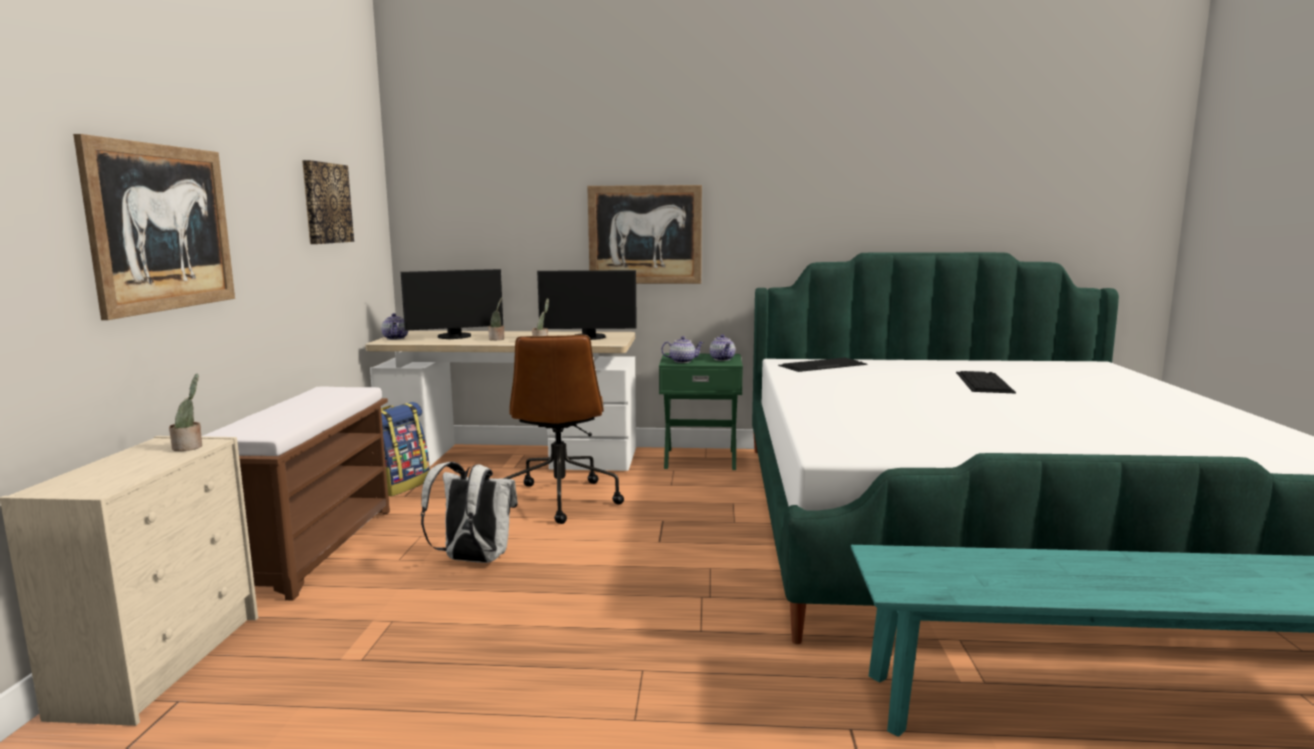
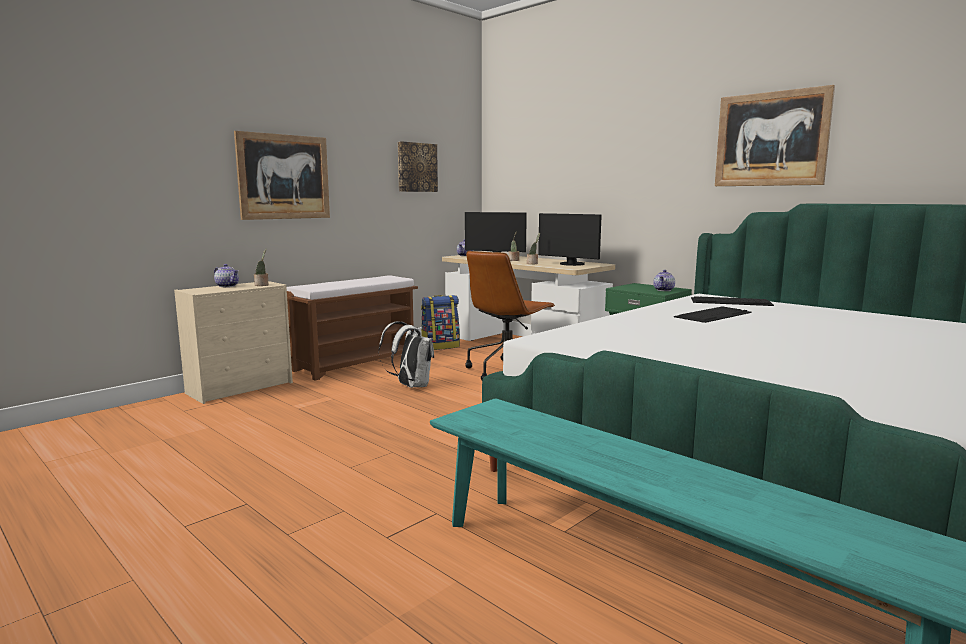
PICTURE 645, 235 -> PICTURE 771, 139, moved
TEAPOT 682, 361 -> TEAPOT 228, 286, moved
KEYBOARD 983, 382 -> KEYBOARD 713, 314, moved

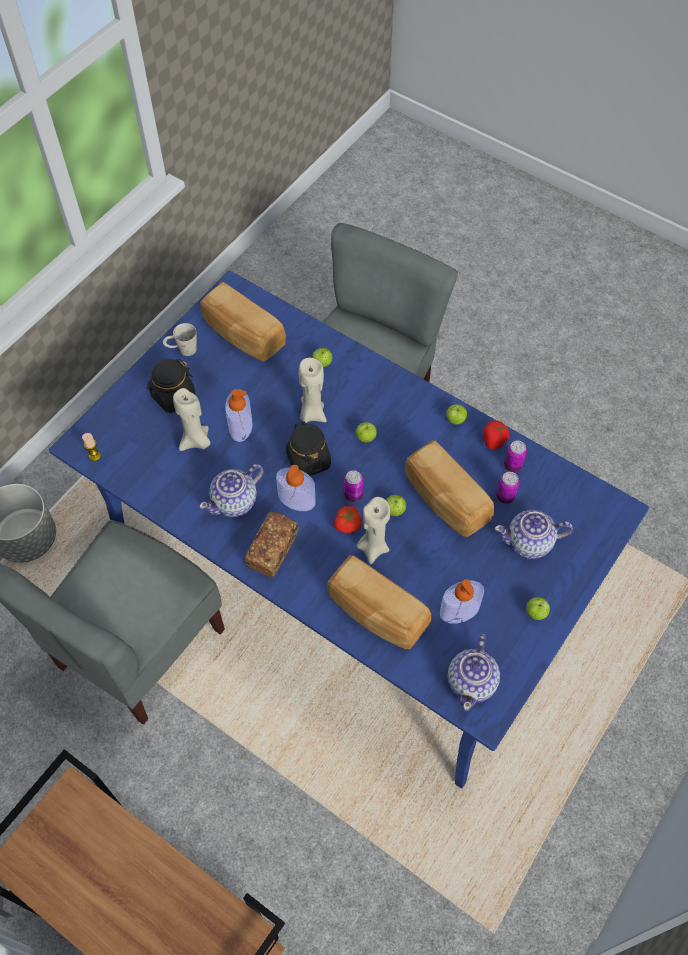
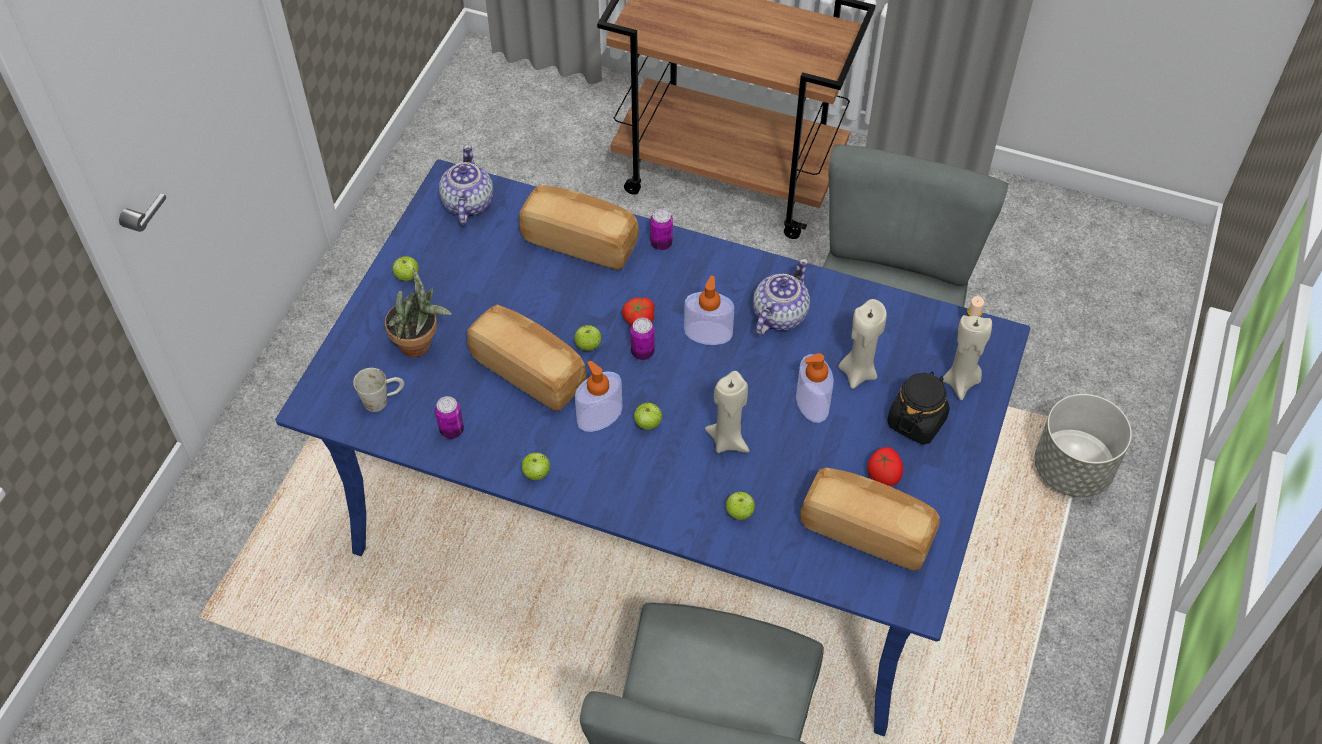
WHITE MUG 182, 350 -> WHITE MUG 383, 400, moved
BREAD 273, 550 -> none
BLACK JAR 308, 460 -> none
BEIGE CANDLE 373, 547 -> BEIGE CANDLE 961, 382, moved
SOAP DISPENSER 459, 610 -> SOAP DISPENSER 599, 416, moved
TOMATO 494, 441 -> TOMATO 883, 475, moved
TEAPOT 530, 543 -> POTTED PLANT 421, 345
CAN 505, 496 -> CAN 661, 243, moved

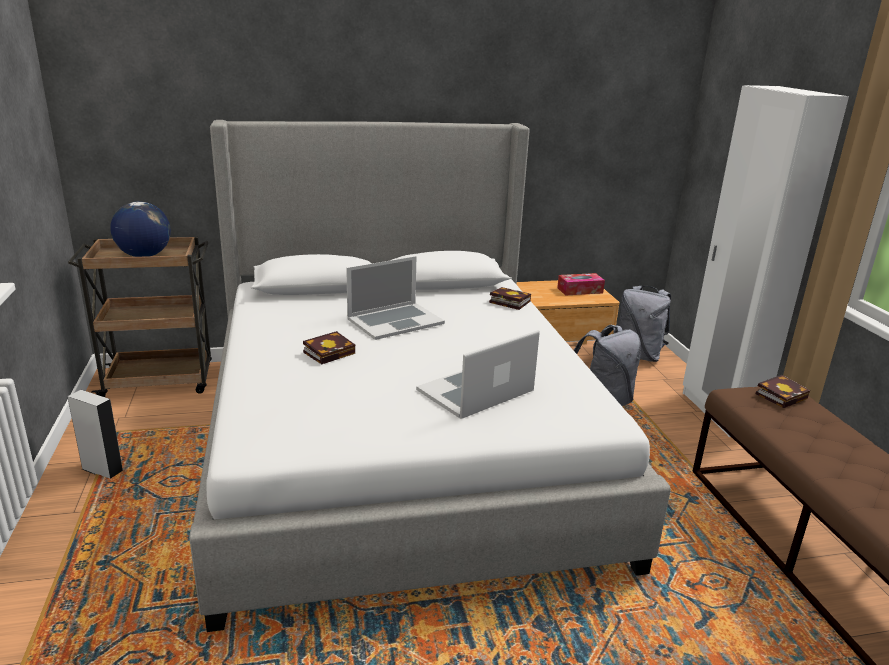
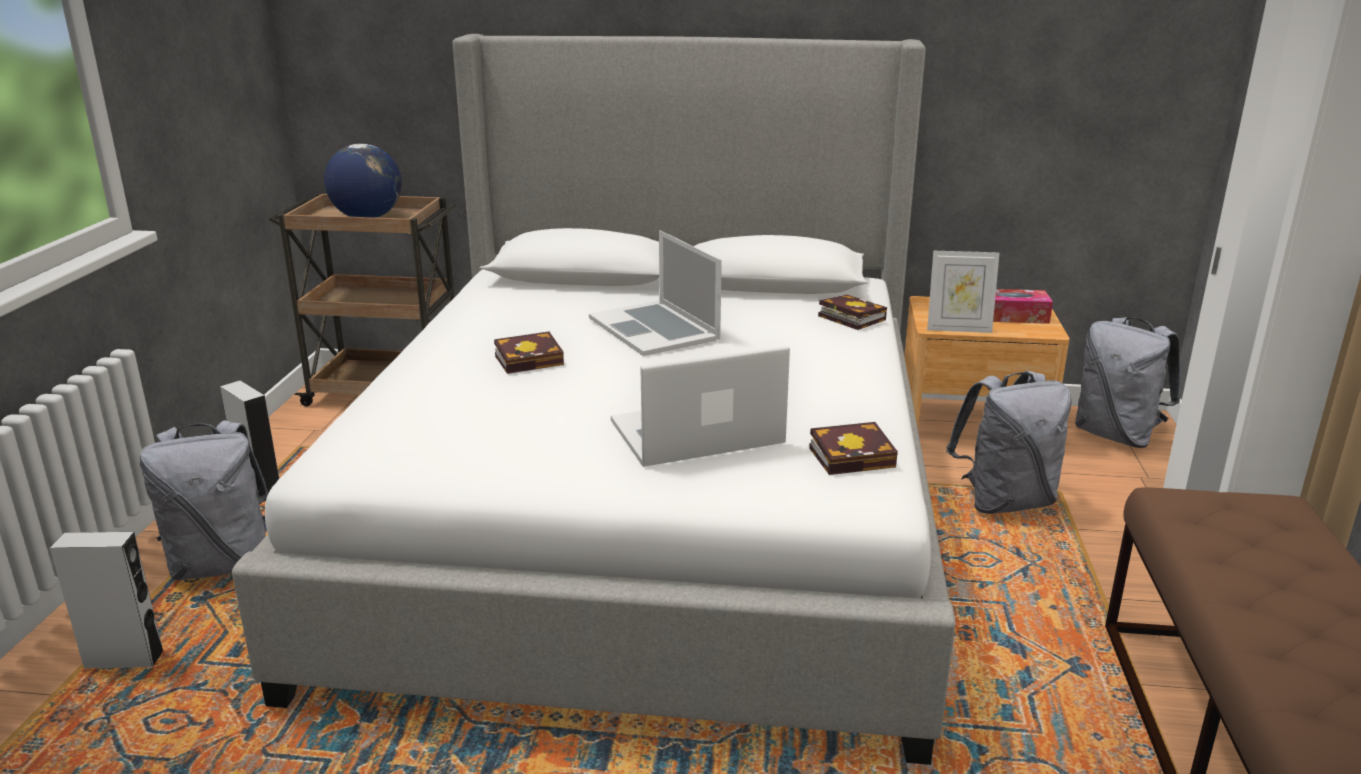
LAPTOP 395, 321 -> LAPTOP 654, 328, 75 degrees clockwise
BOOK 781, 395 -> BOOK 854, 456, moved
none -> GREY SPEAKER 124, 661
none -> GREY BACKPACK 223, 564
none -> PICTURE FRAME 958, 329

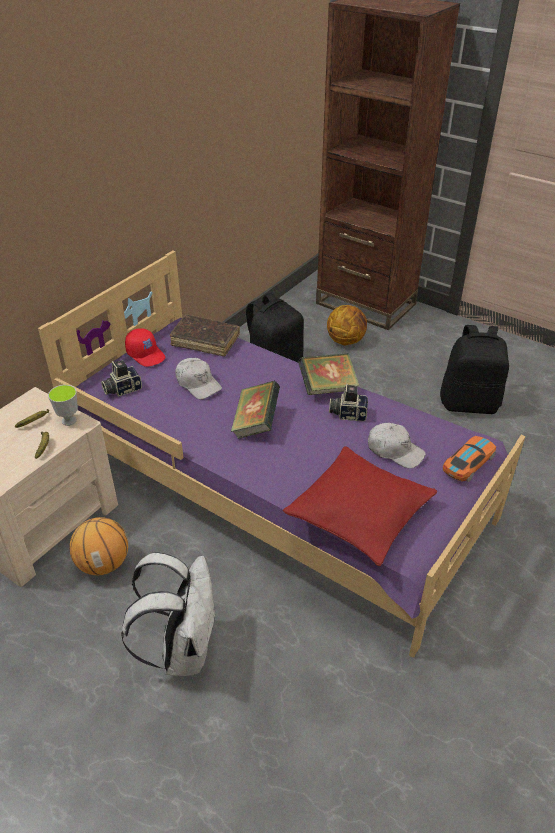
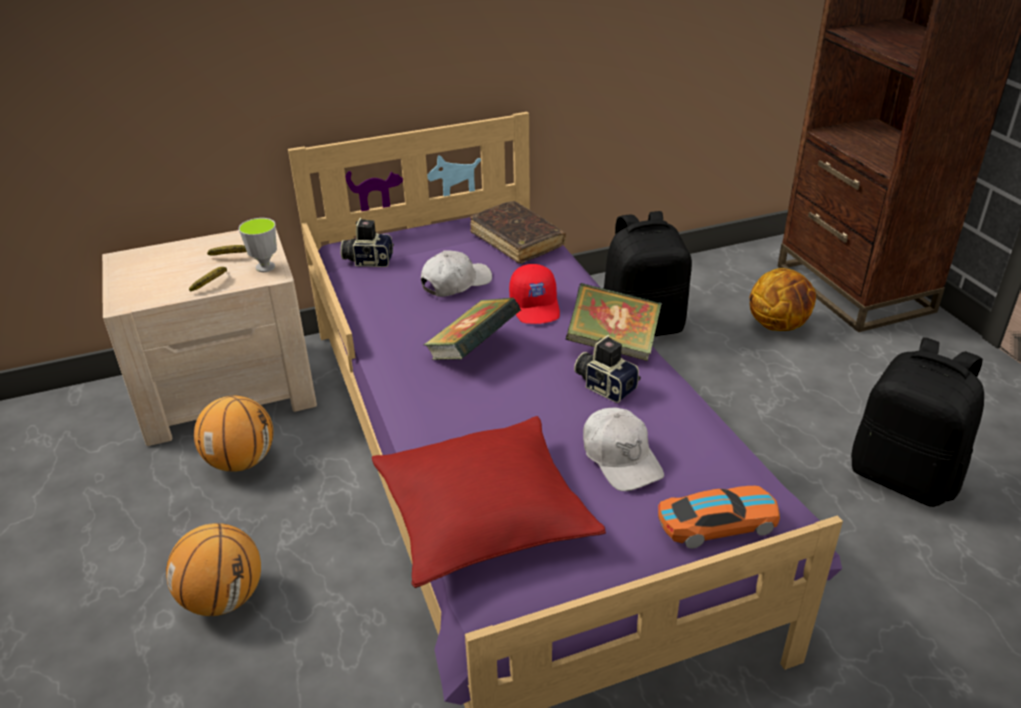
WHITE BACKPACK 183, 649 -> BASKETBALL 224, 598
RED CAP 146, 354 -> RED CAP 536, 306, moved
WHITE CAP 198, 384 -> WHITE CAP 455, 283, 120 degrees counterclockwise

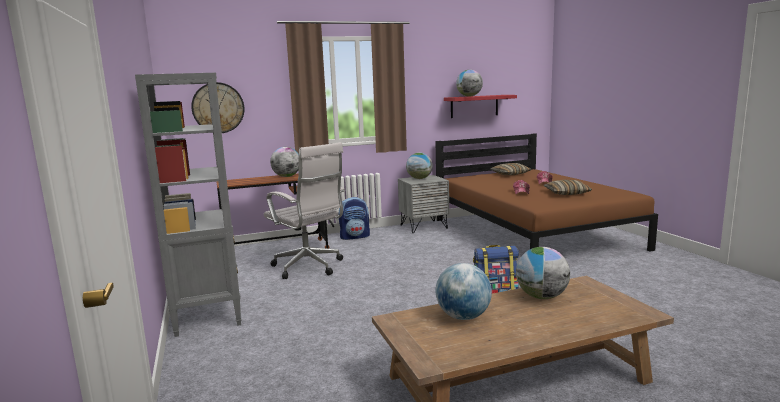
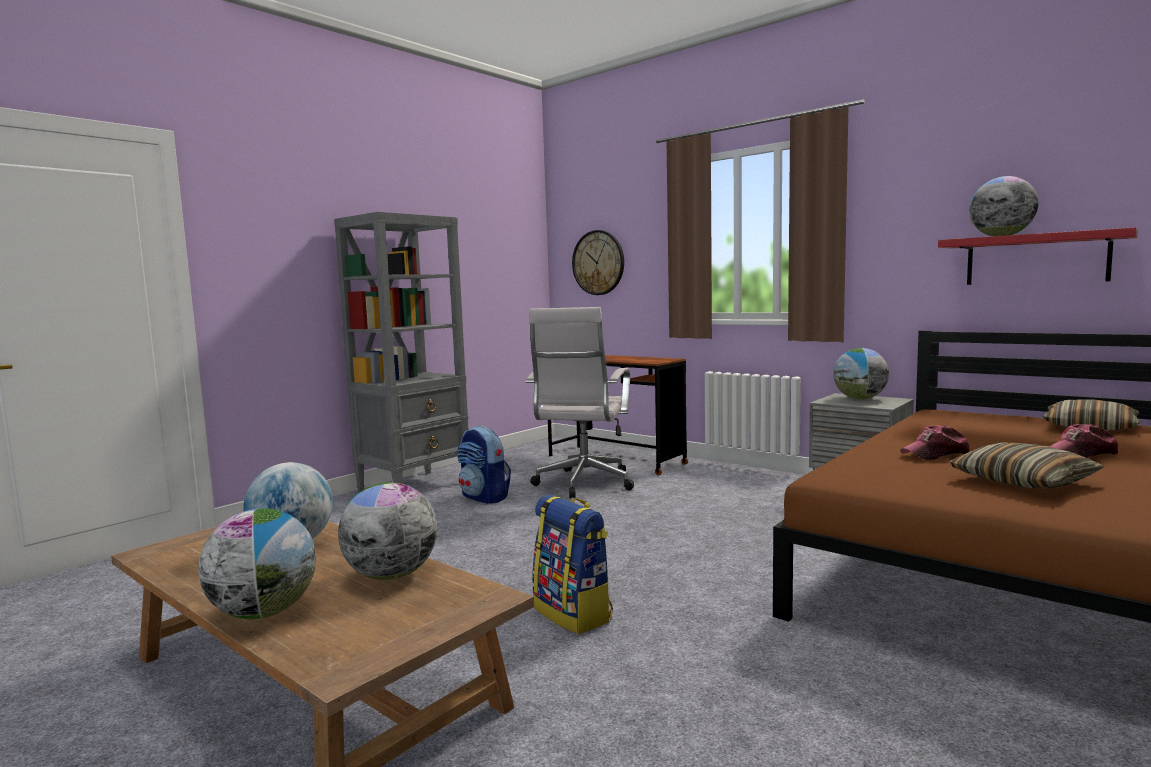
GLOBE 287, 176 -> GLOBE 264, 613, moved
BACKPACK 355, 237 -> BACKPACK 484, 497, moved

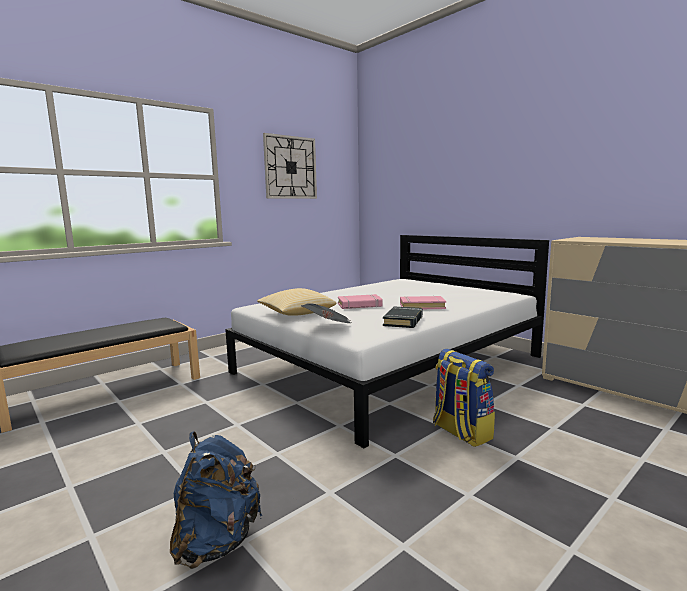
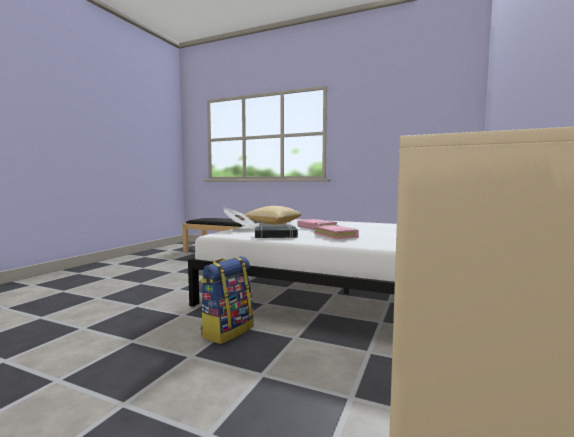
BLUE BACKPACK 217, 541 -> none
WALL CLOCK 290, 167 -> none

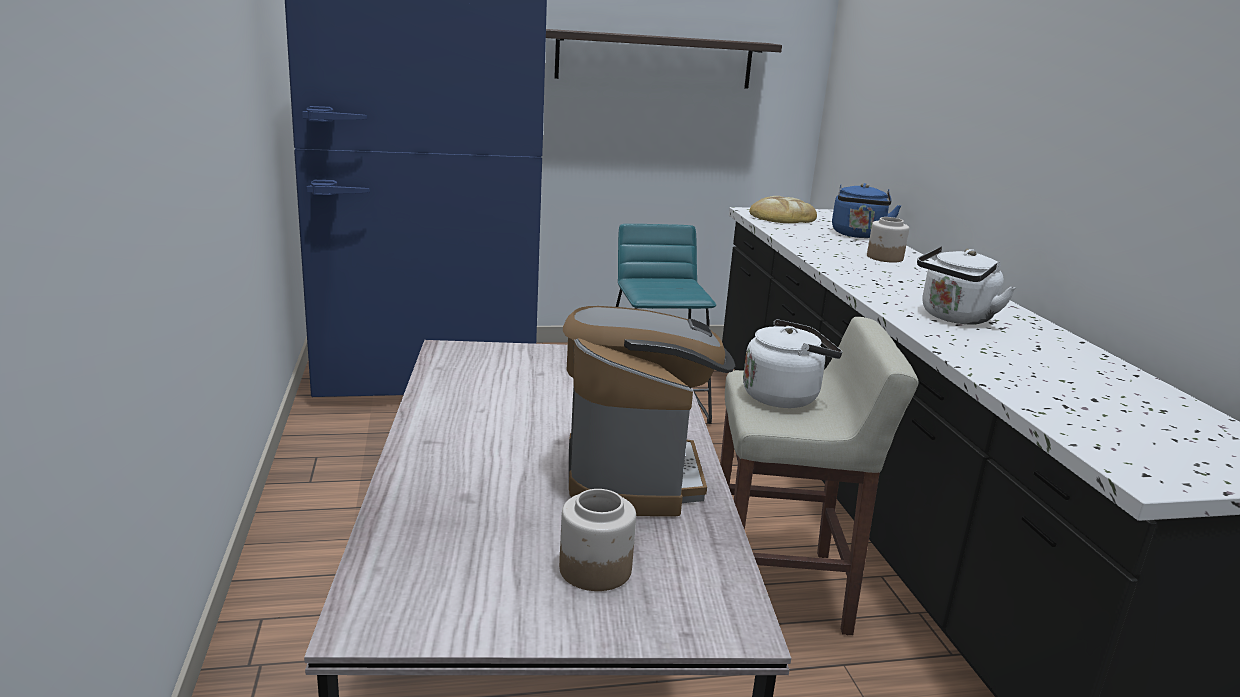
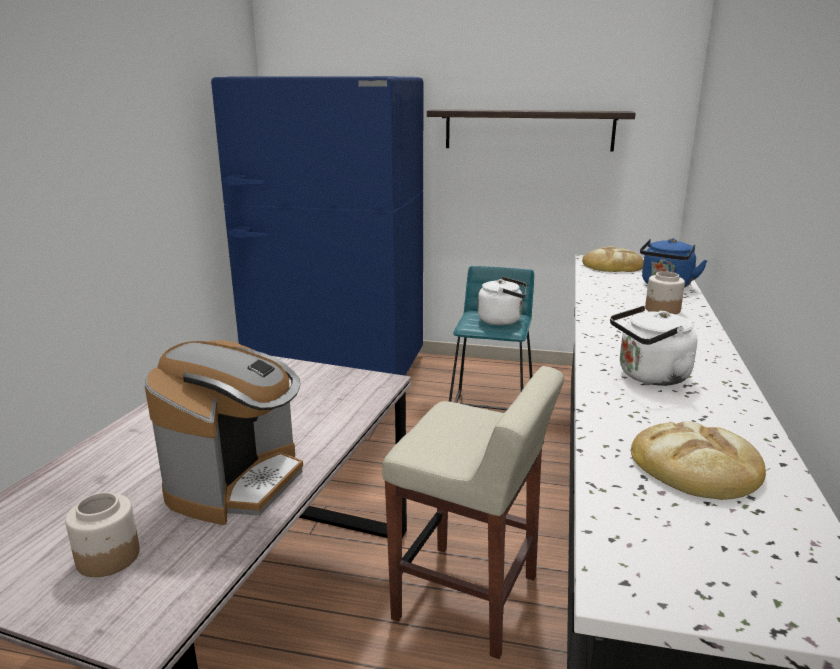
WHITE KETTLE 784, 396 -> WHITE KETTLE 502, 320, moved
none -> BREAD 696, 467

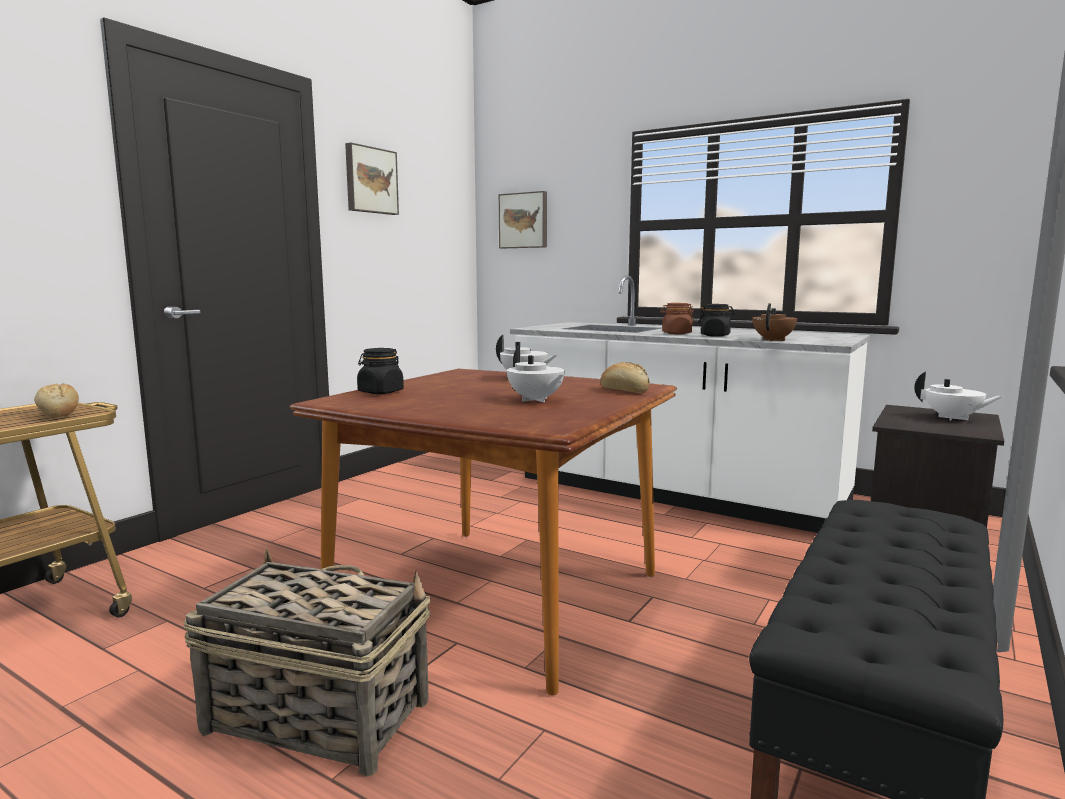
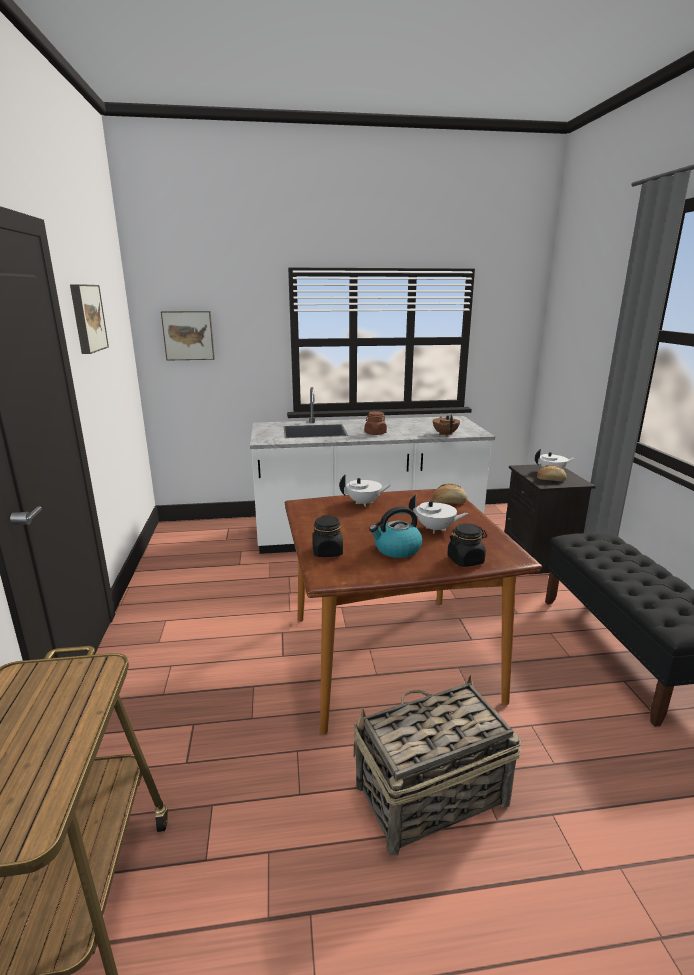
BREAD 58, 413 -> BREAD 551, 480, moved
BLACK JAR 715, 335 -> BLACK JAR 465, 560, moved
none -> KETTLE 396, 549

